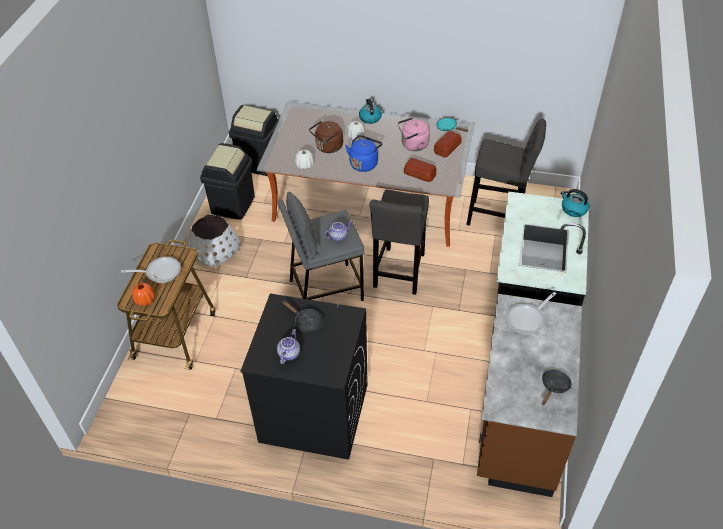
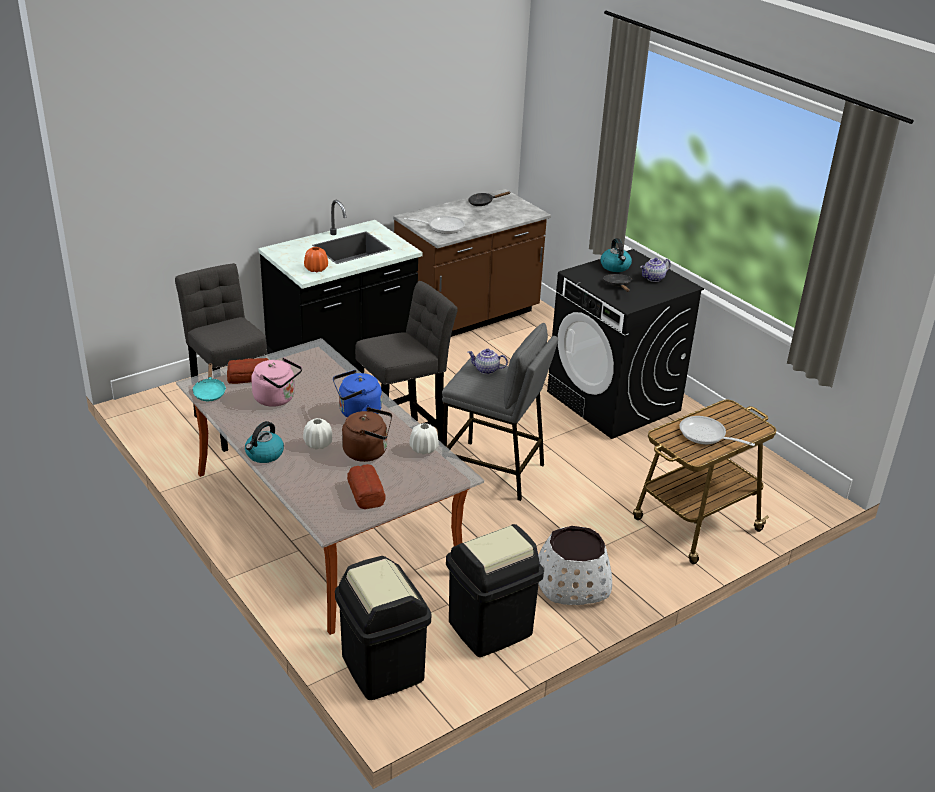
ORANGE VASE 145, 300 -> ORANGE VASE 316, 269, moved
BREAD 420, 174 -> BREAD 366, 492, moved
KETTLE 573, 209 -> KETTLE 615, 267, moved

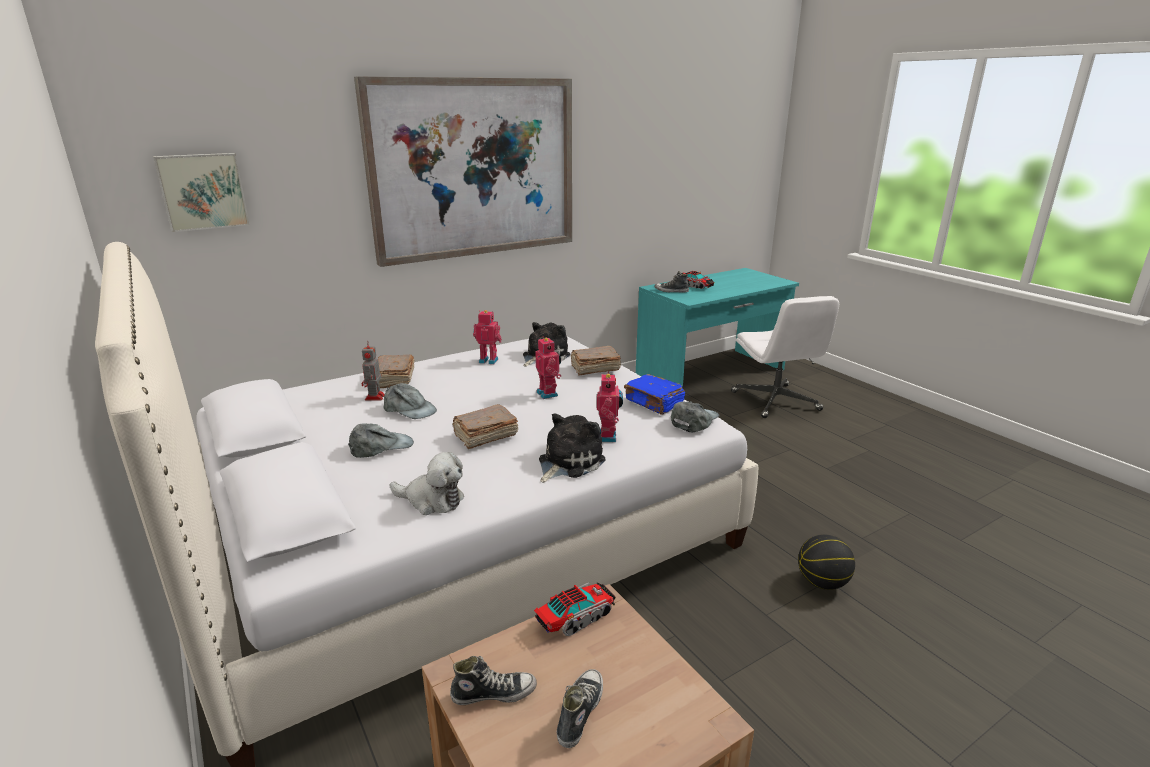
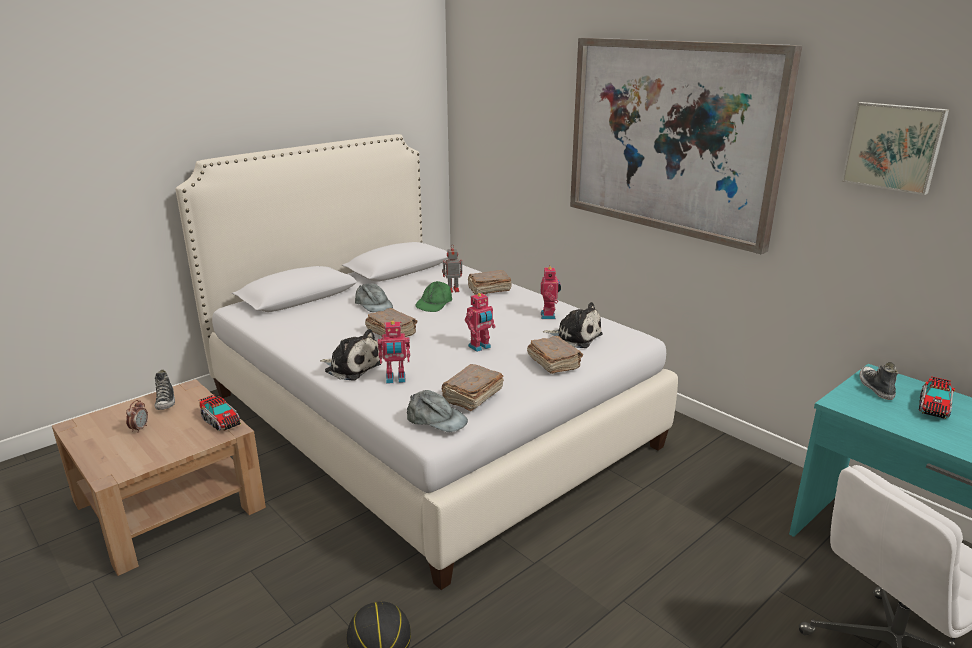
PICTURE 203, 191 -> PICTURE 894, 147, moved
GREY CAP 409, 409 -> GREEN CAP 434, 303
PLUSH TOY 432, 500 -> none
SHOE 579, 712 -> ALARM CLOCK 139, 429
BLUE BOOK 654, 403 -> BROWN BOOK 472, 396

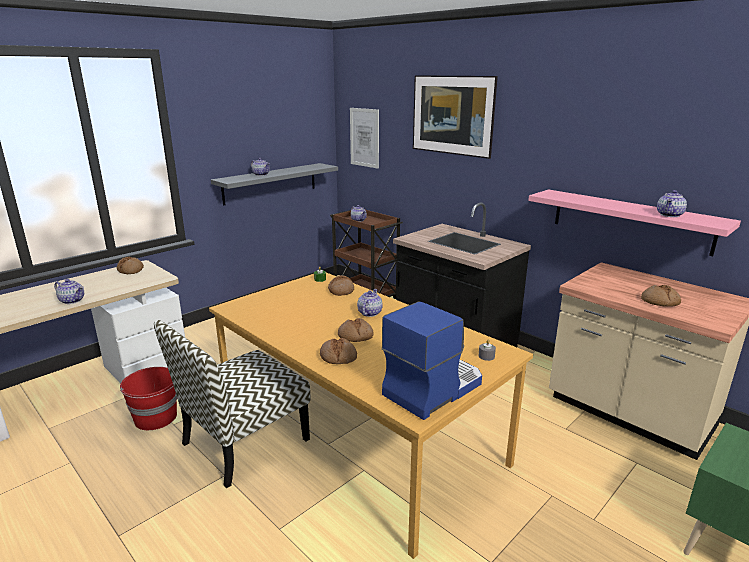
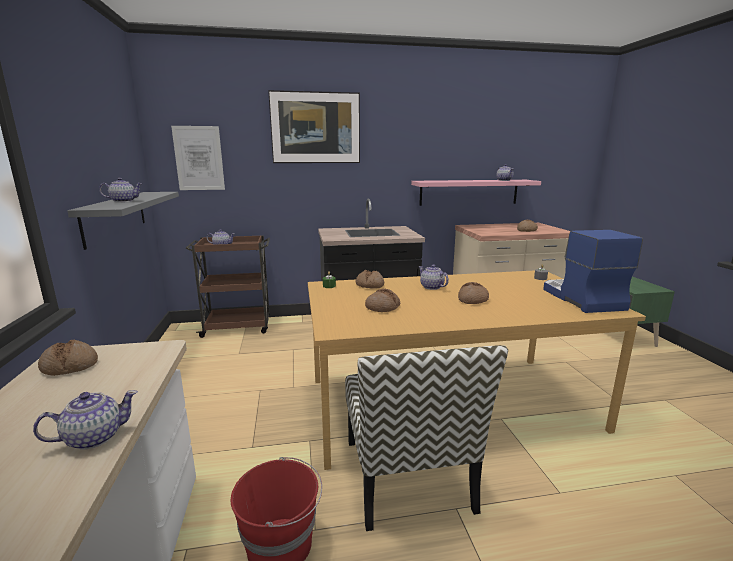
BREAD 338, 357 -> BREAD 382, 307, moved

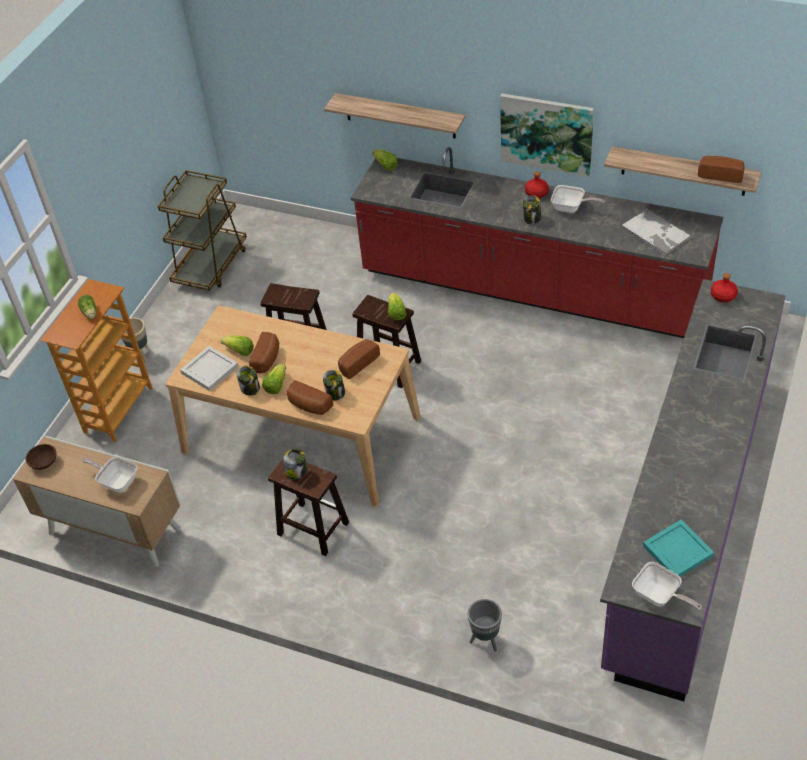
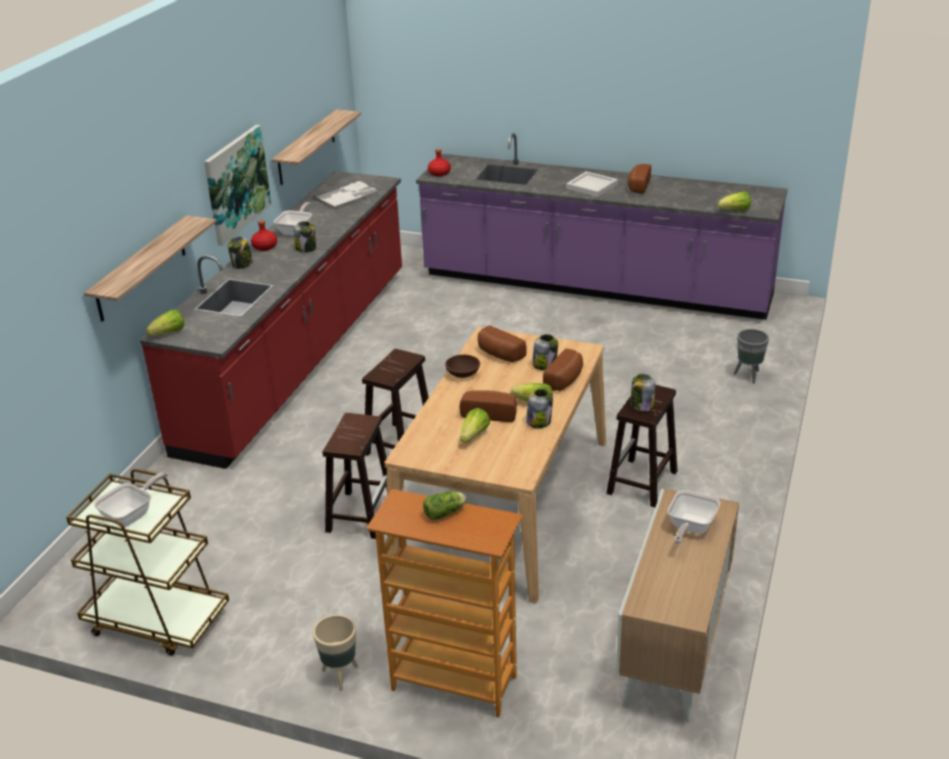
BROWN BOWL 43, 463 -> BROWN BOWL 463, 374, moved
WHITE TRAY 209, 370 -> WHITE TRAY 592, 186, moved
LETTUCE 396, 313 -> LETTUCE 735, 210, moved
FRYING PAN 659, 596 -> FRYING PAN 132, 515, moved
TURQUOISE TRAY 677, 552 -> none
BREAD 720, 174 -> BREAD 637, 186, moved
none -> JAR 242, 265

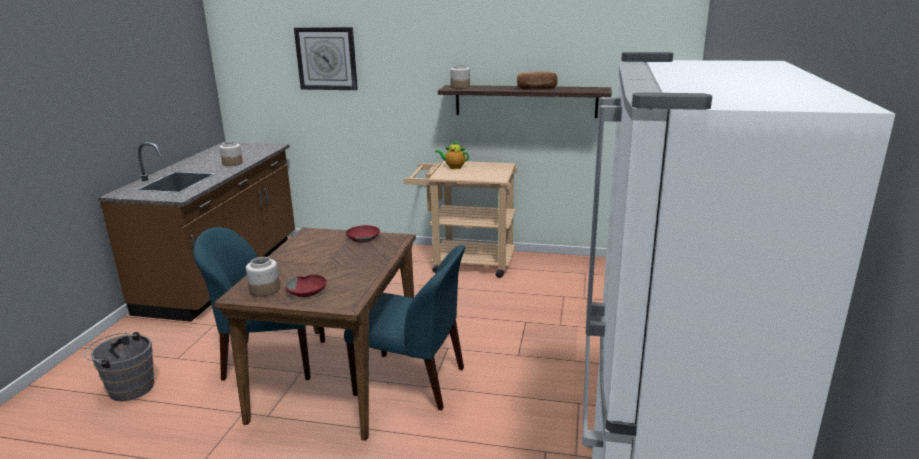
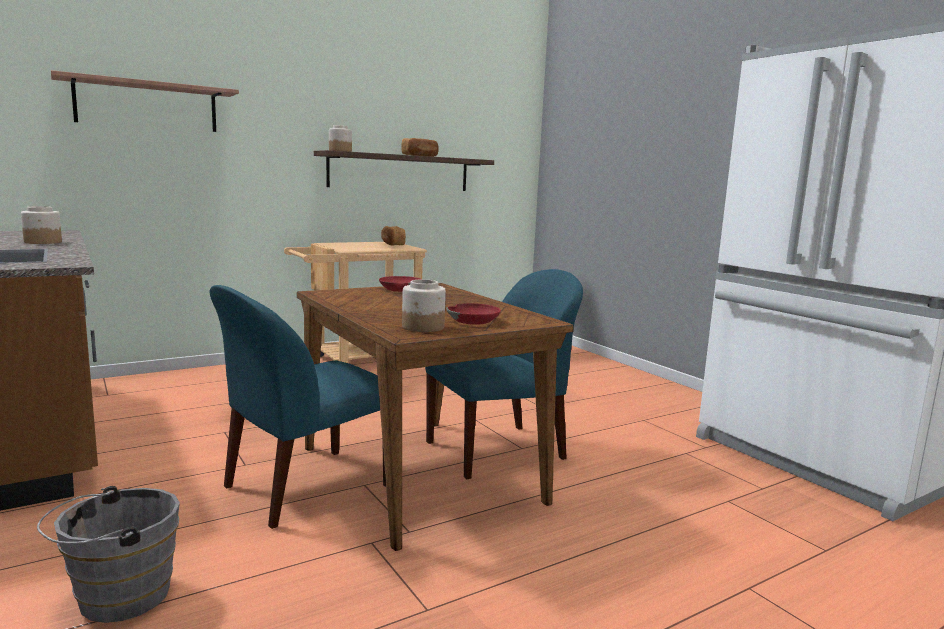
WALL CLOCK 326, 58 -> SHELF 147, 106
TEAPOT 453, 167 -> none
none -> BREAD 392, 244

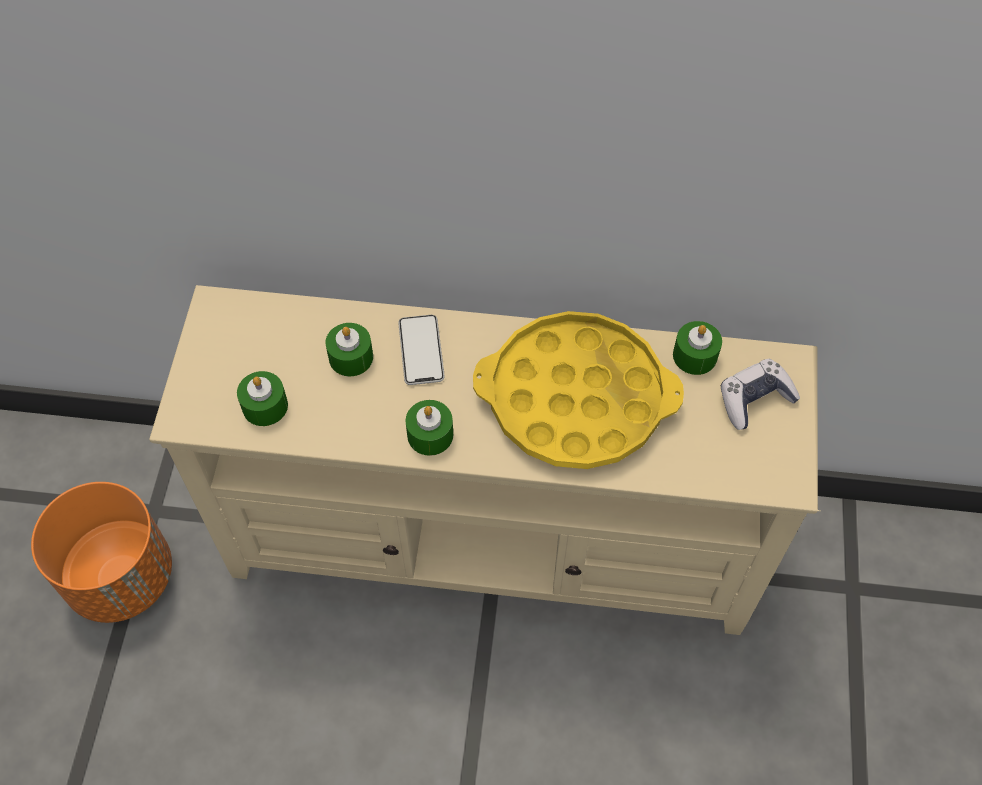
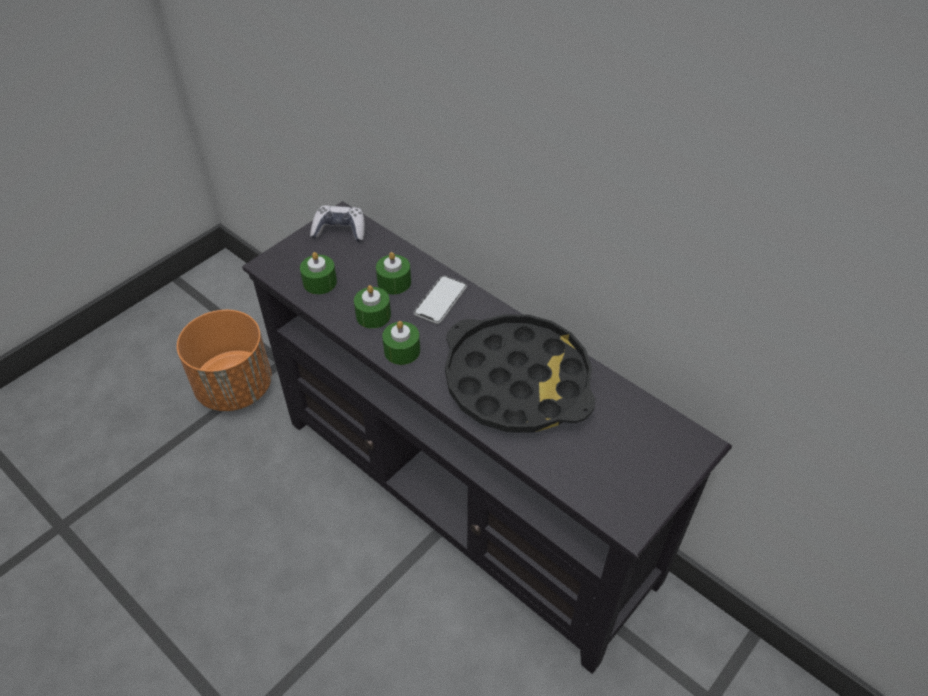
BEIGE TV STAND 491, 538 -> BLACK TV STAND 465, 498
YELLOW TRAY 575, 398 -> BLACK TRAY 517, 381
GREEN CANDLE 695, 356 -> GREEN CANDLE 373, 315, moved
GAME CONTROLLER 754, 399 -> GAME CONTROLLER 339, 230, moved

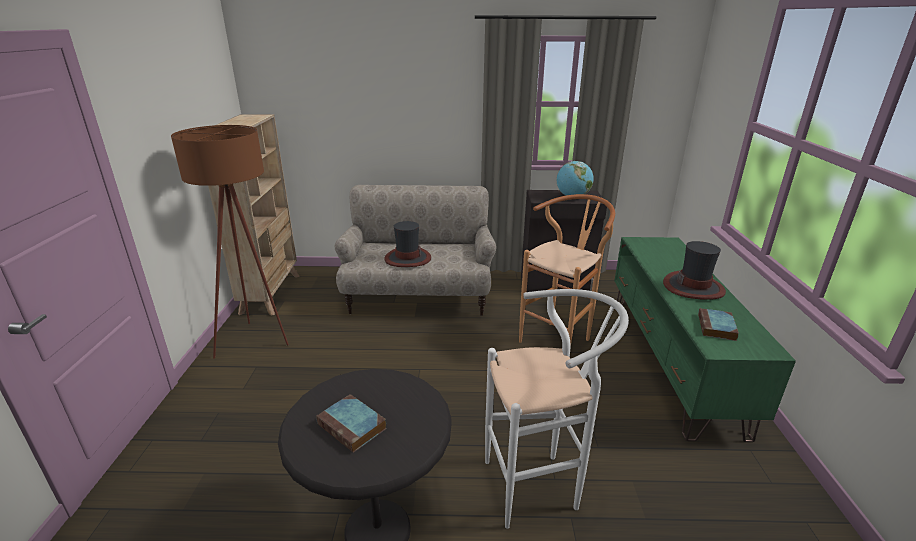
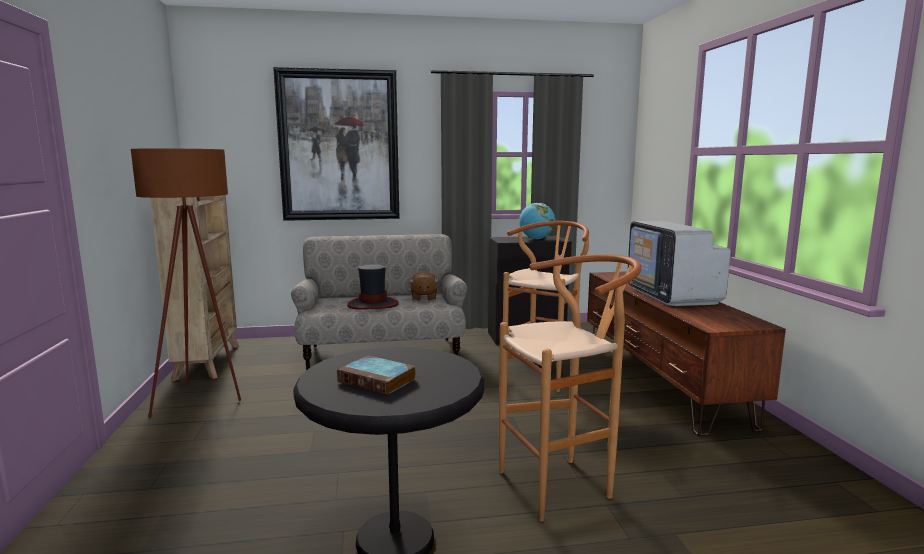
WHITE STOOL 540, 485 -> BROWN STOOL 565, 484
GREEN TV STAND 671, 360 -> BROWN TV STAND 661, 381
HAT 693, 287 -> TELEVISION 672, 295
BOOK 717, 328 -> none
none -> PICTURE 339, 146
none -> BROWN PLUSH TOY 423, 298

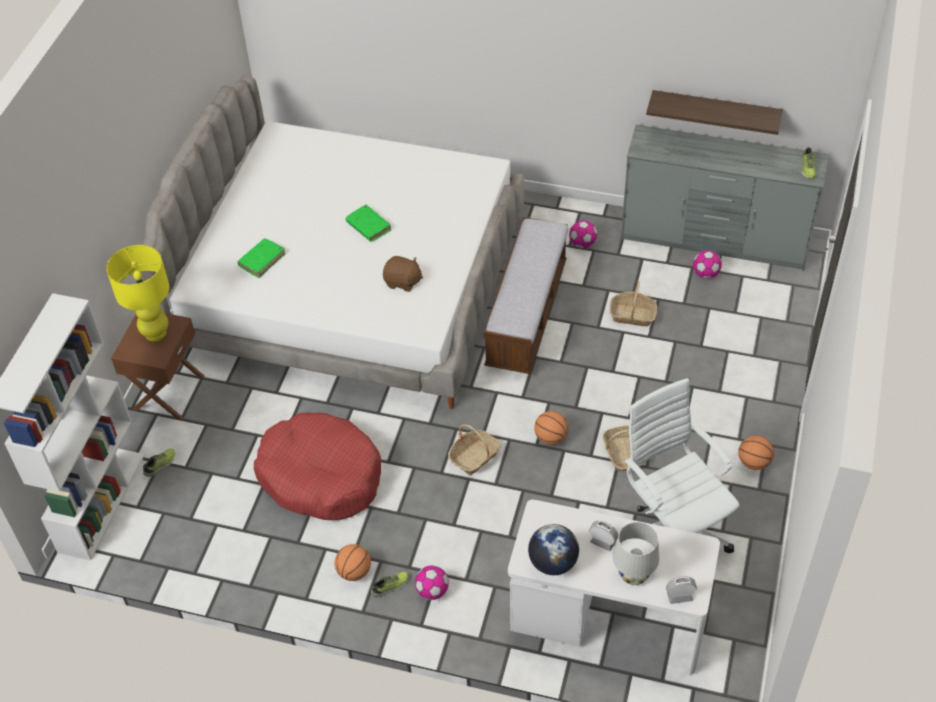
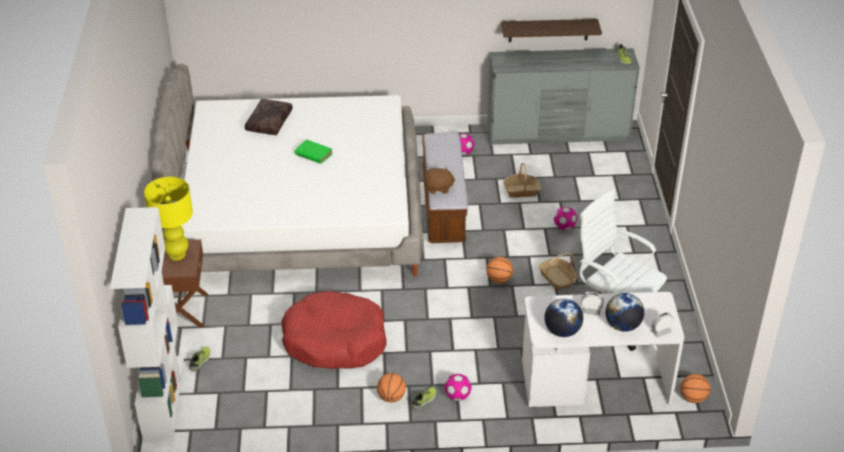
GREEN BOOK 262, 261 -> none
BROWN PLUSH TOY 402, 282 -> BROWN PLUSH TOY 438, 188, moved
BASKET 474, 457 -> none
WHITE TABLE LAMP 633, 574 -> GLOBE 622, 326
FOOTBALL 705, 274 -> FOOTBALL 564, 227, moved
BASKETBALL 753, 462 -> BASKETBALL 693, 398, moved
none -> BROWN PILLOW 268, 122

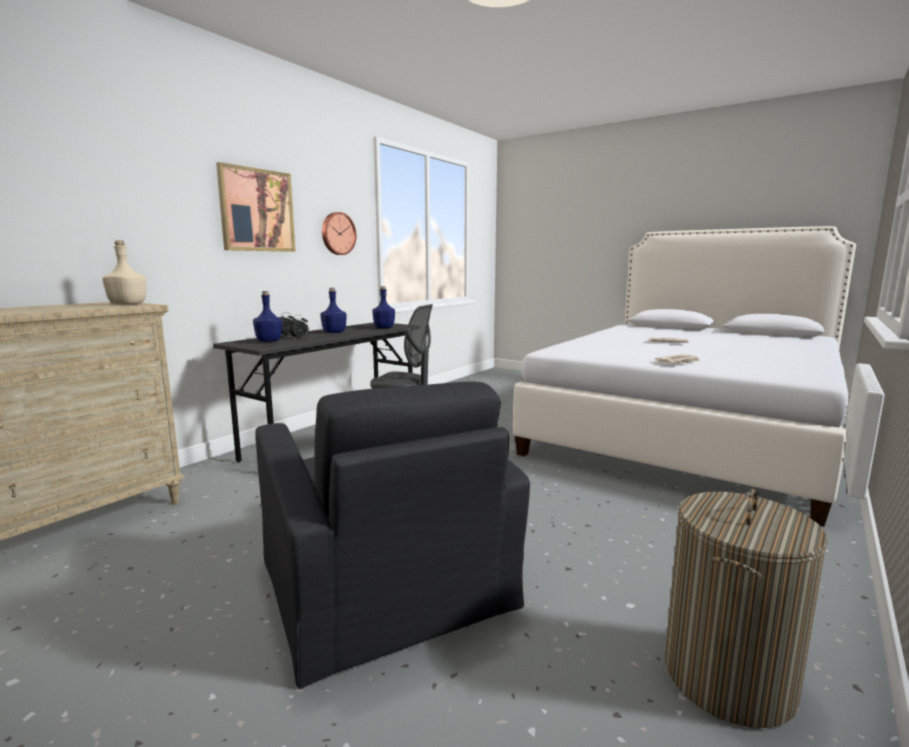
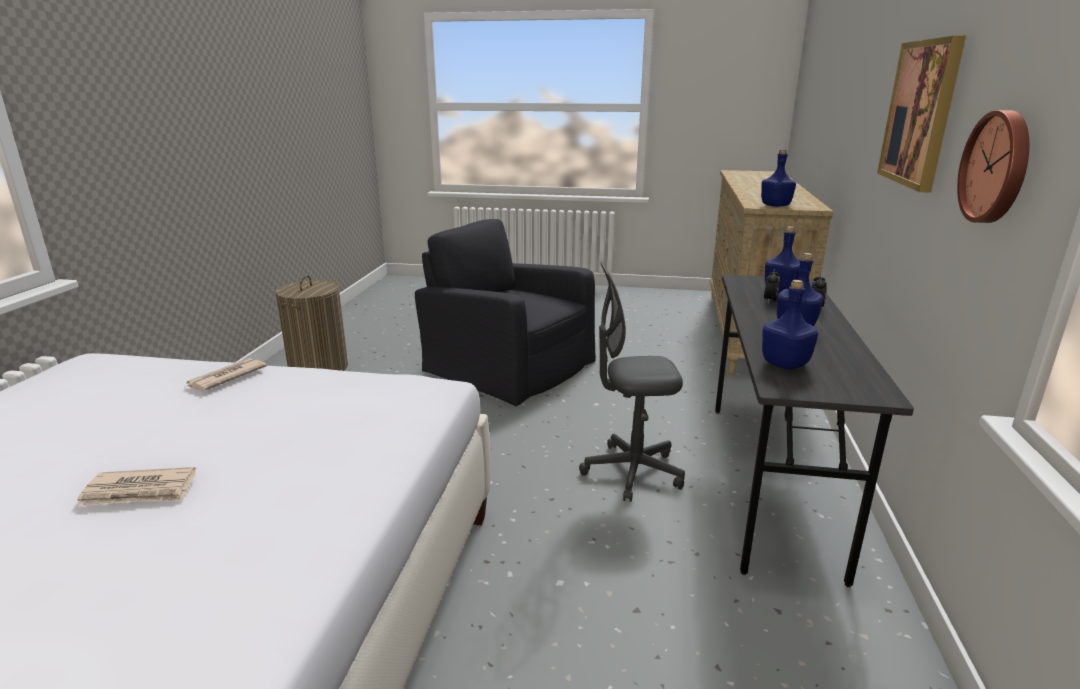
BEIGE BOTTLE 127, 304 -> BLUE BOTTLE 776, 205

